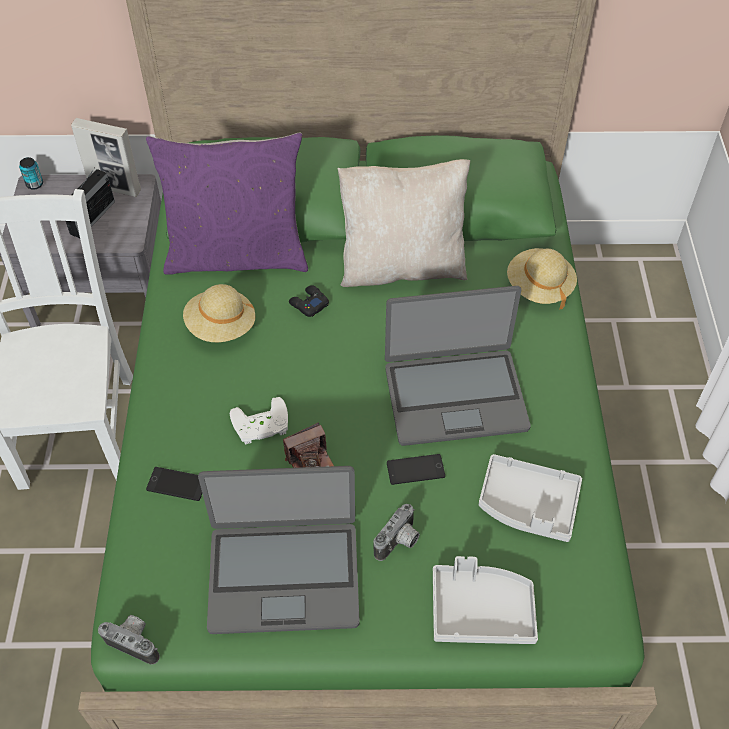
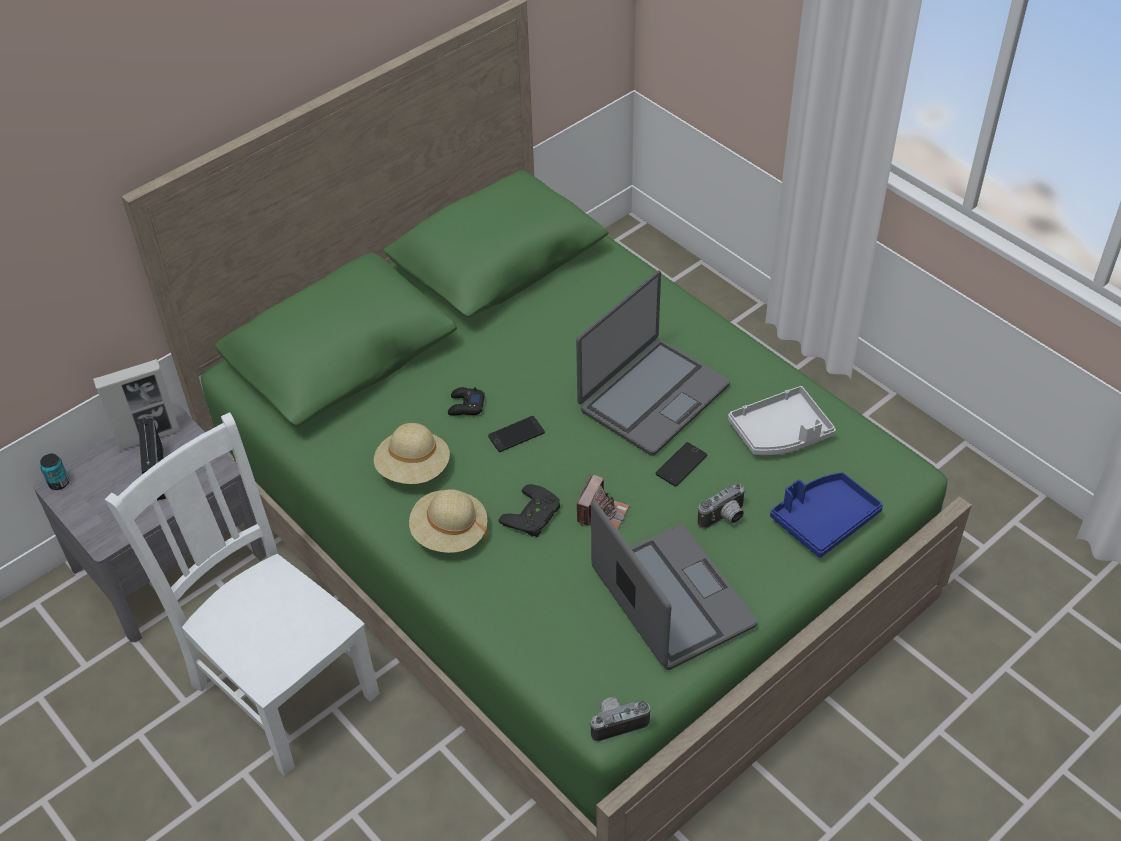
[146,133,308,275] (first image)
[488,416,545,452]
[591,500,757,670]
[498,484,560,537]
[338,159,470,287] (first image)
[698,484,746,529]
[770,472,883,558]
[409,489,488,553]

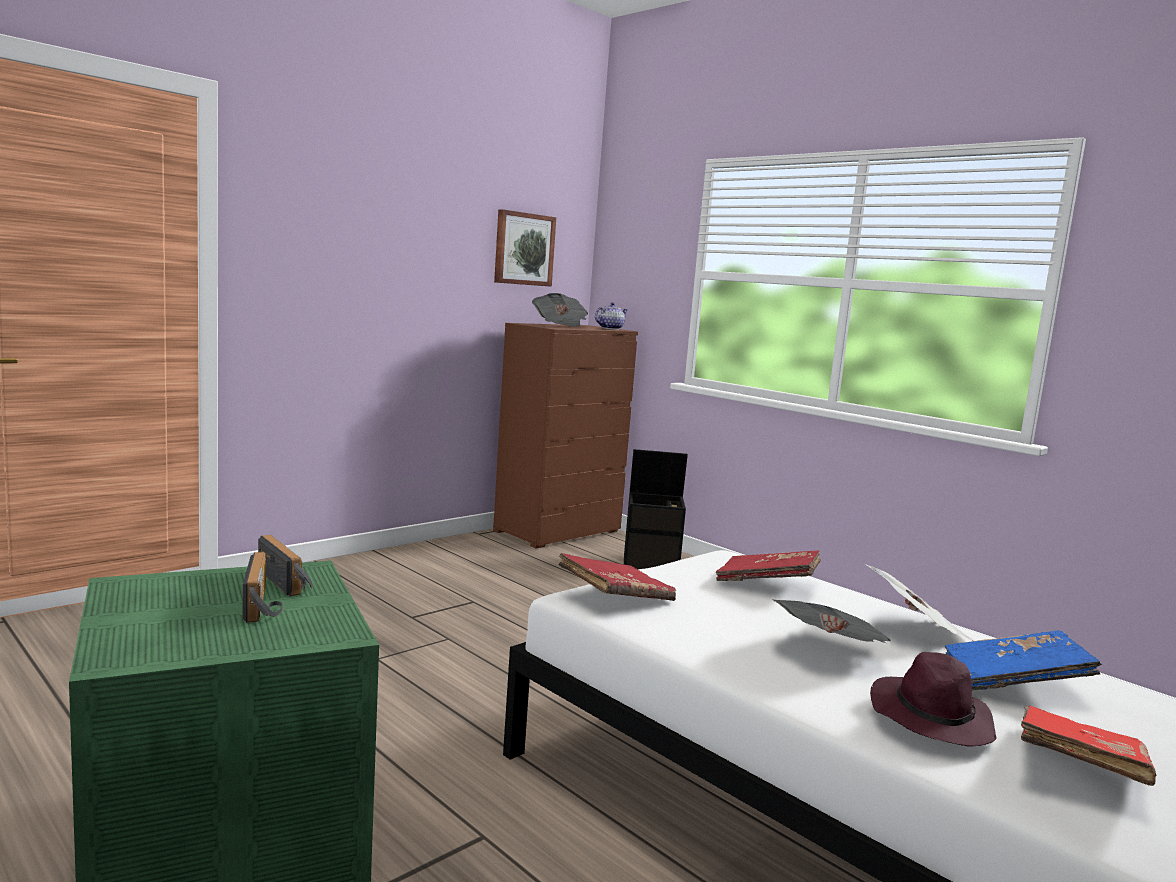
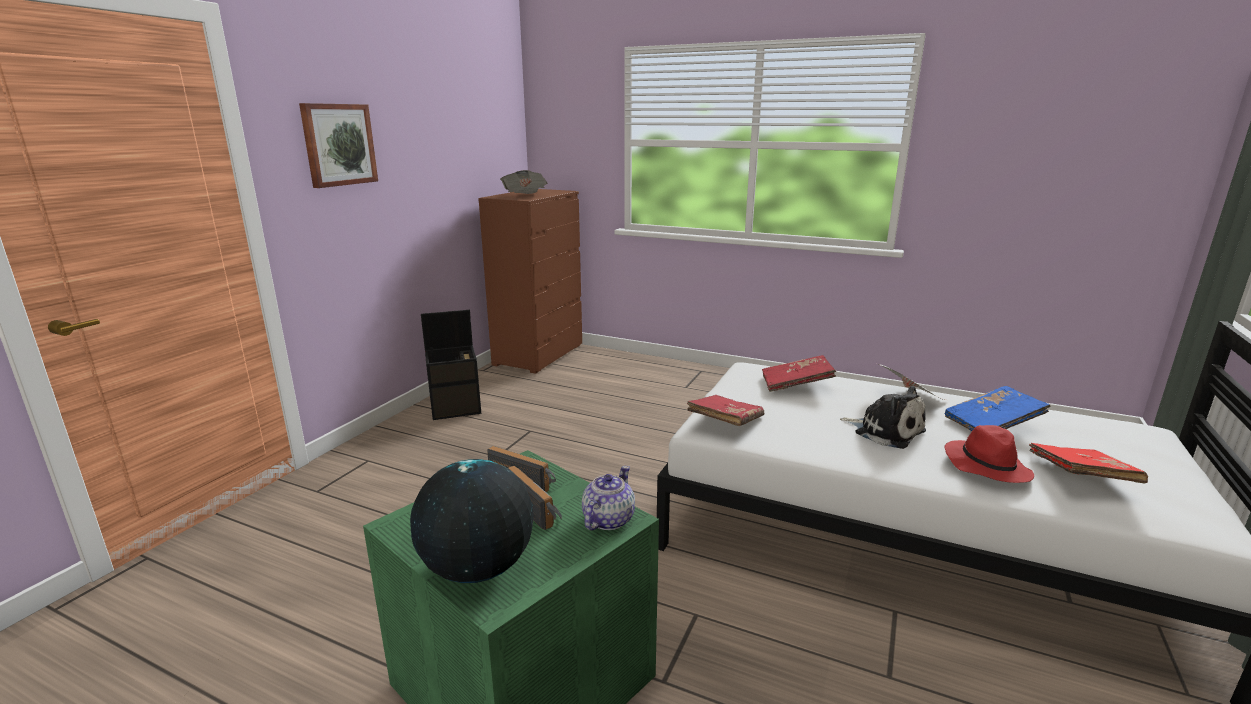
[299,103,378,188]
[582,466,635,531]
[421,310,481,420]
[840,386,926,449]
[945,425,1034,483]
[410,459,534,583]

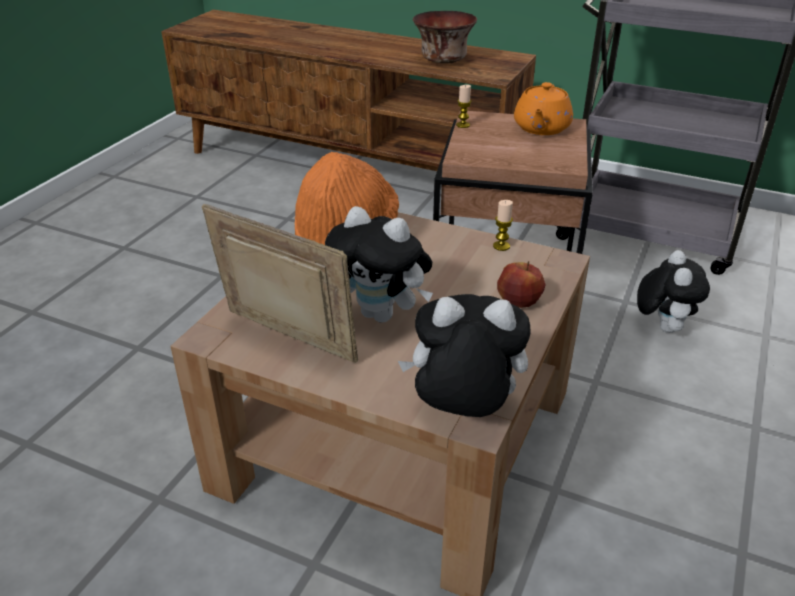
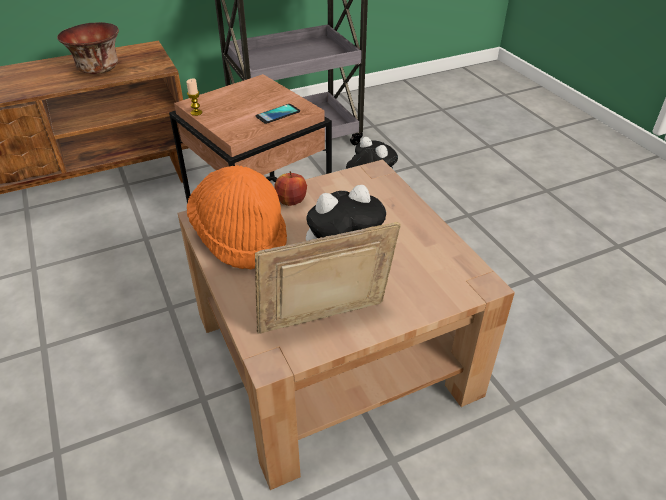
[398,294,530,417] (first image)
[493,200,513,251] (first image)
[274,171,307,206]
[514,82,573,135] (first image)
[256,104,300,124]

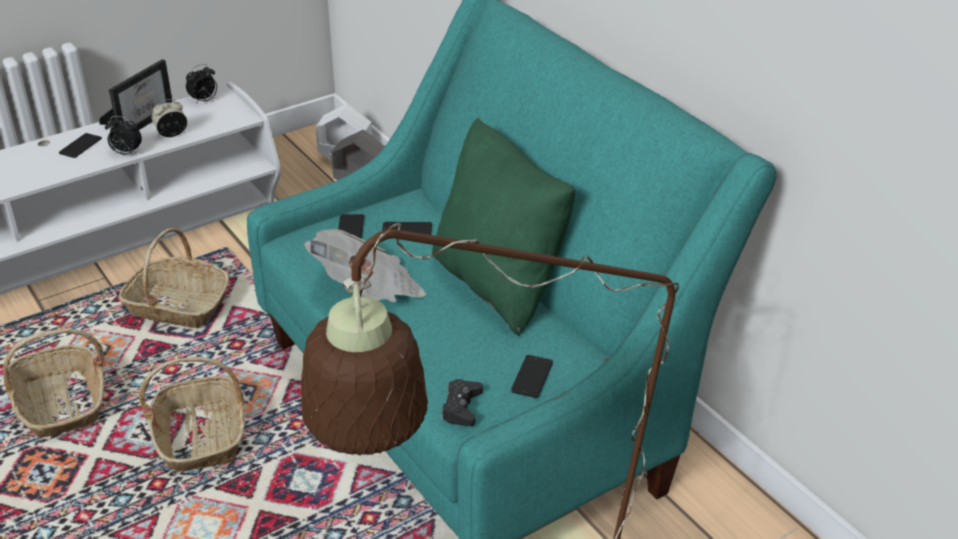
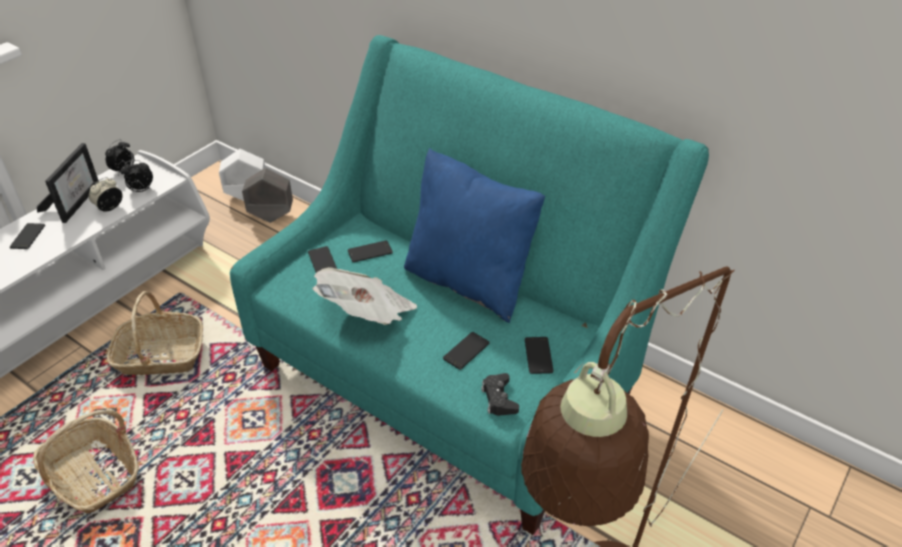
[121,160,153,193]
[139,357,245,472] (first image)
[404,148,545,323]
[443,332,490,370]

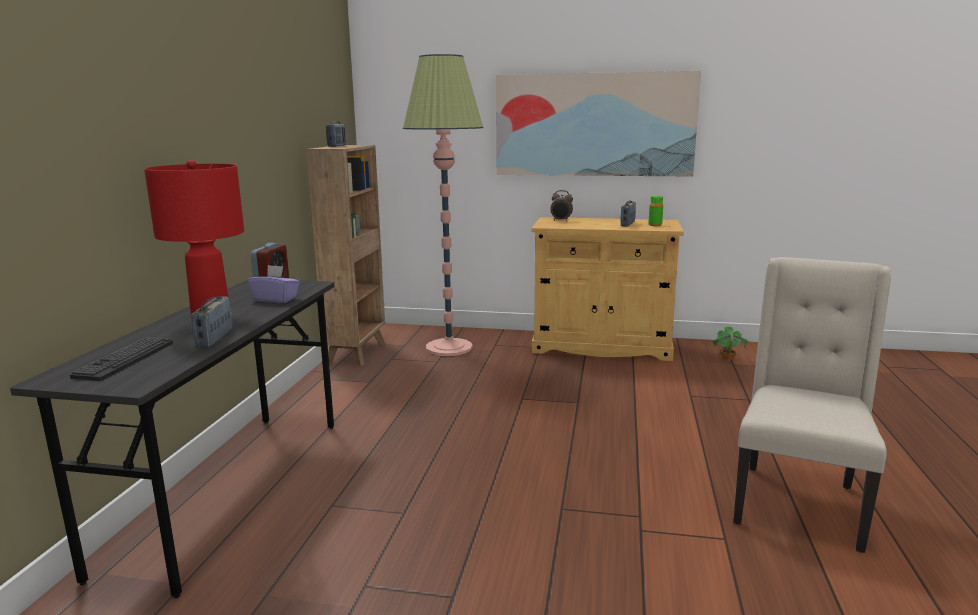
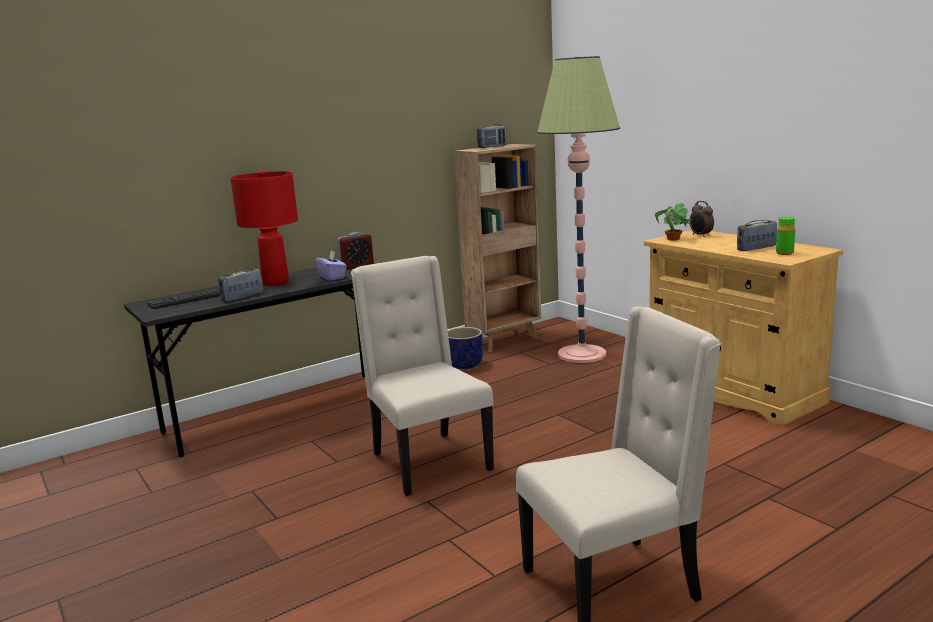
[496,71,701,177] (first image)
[655,203,692,240]
[351,256,494,496]
[448,327,483,369]

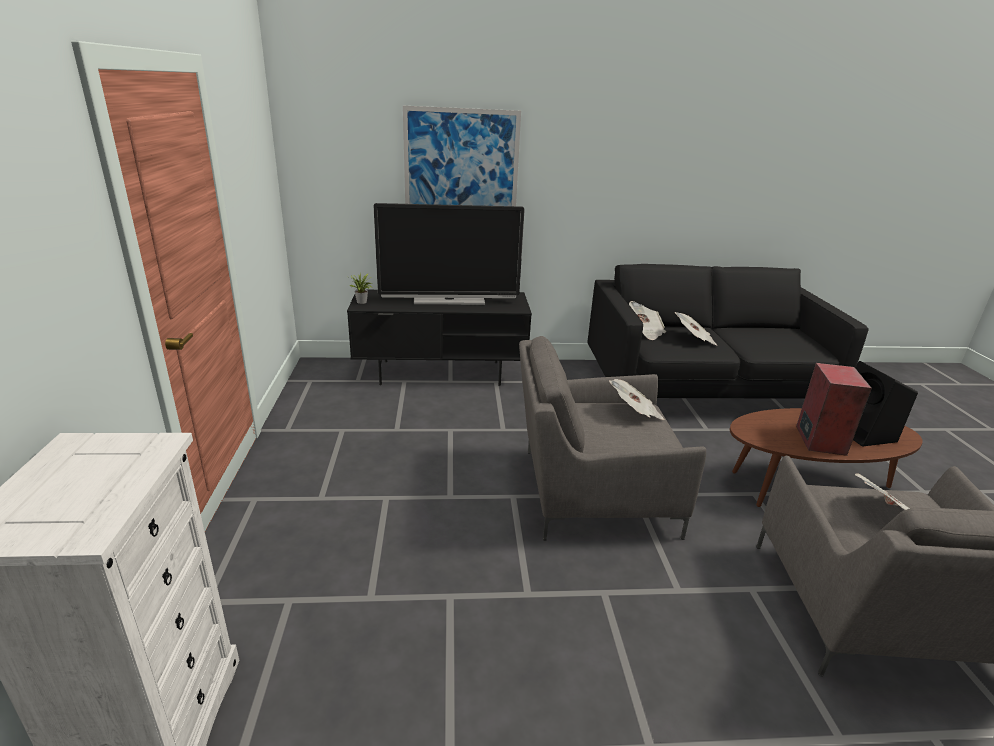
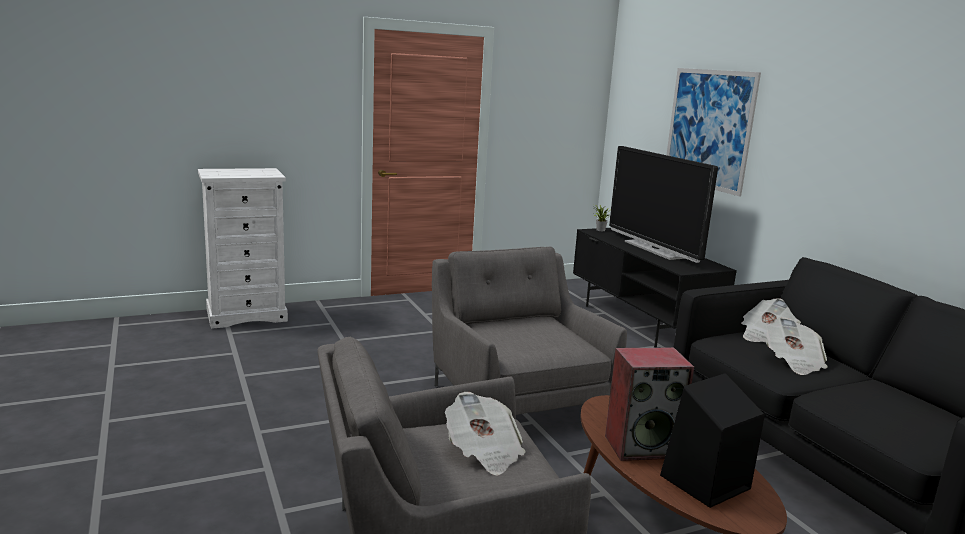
[609,379,664,420] (first image)

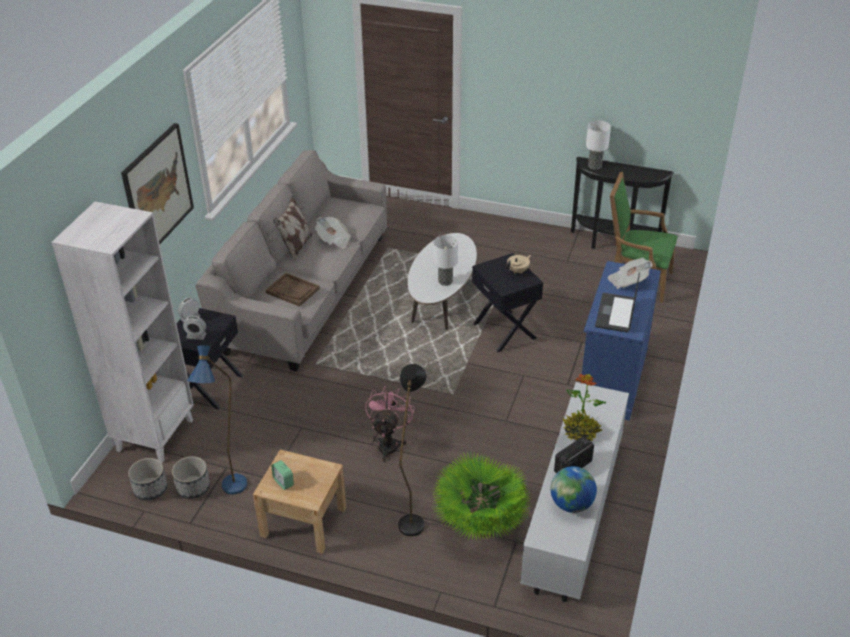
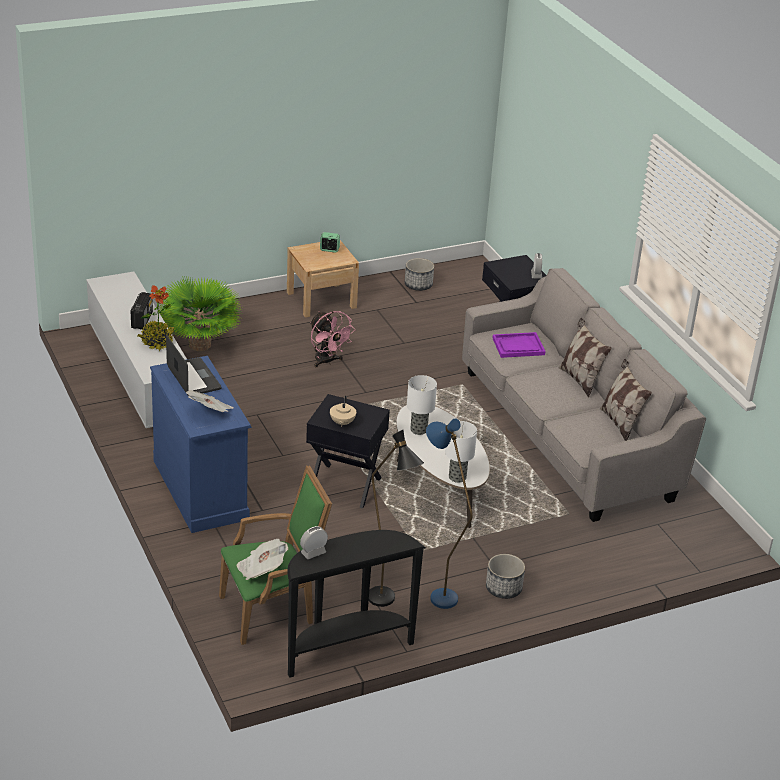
[51,202,194,463] (first image)
[121,123,194,244] (first image)
[486,554,525,599]
[300,526,328,559]
[426,419,473,609]
[492,332,546,358]
[236,539,288,580]
[369,430,424,607]
[551,466,597,513] (first image)
[445,421,477,483]
[600,359,652,441]

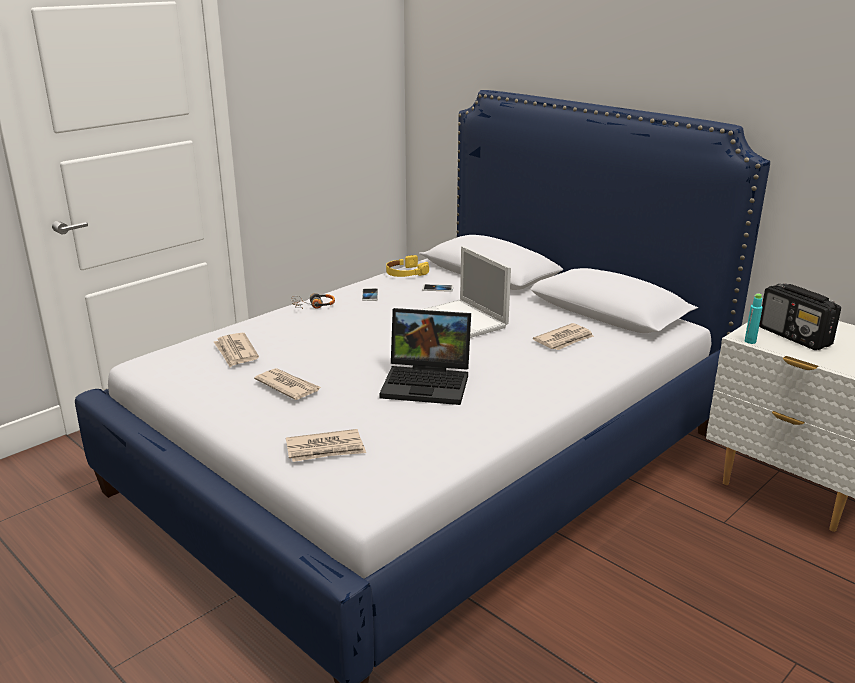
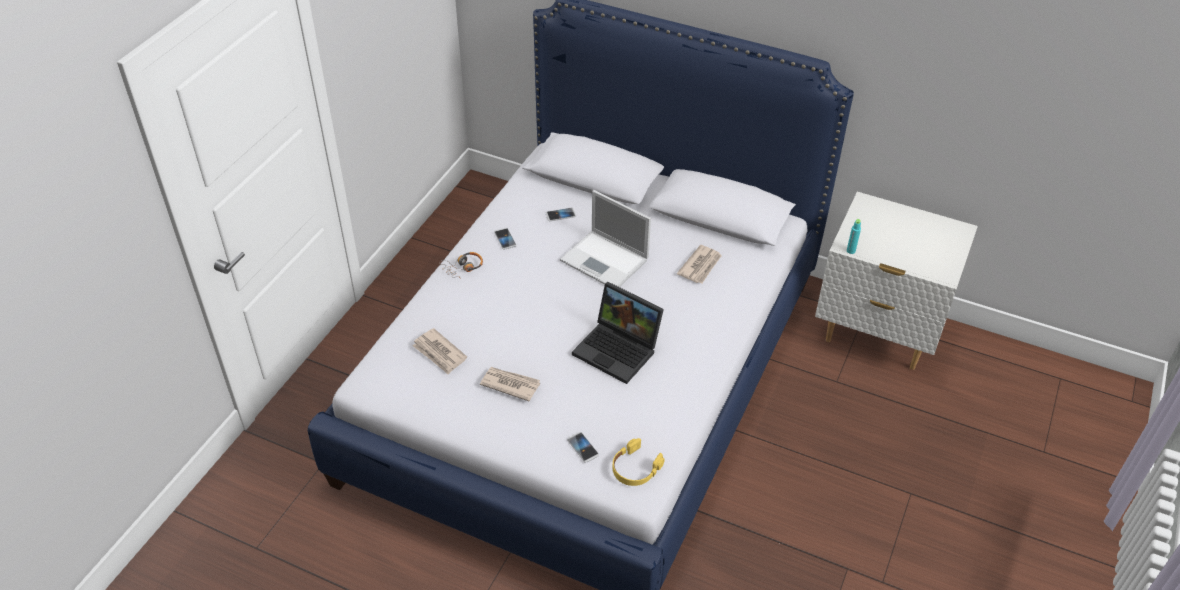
[567,432,599,463]
[572,282,664,384]
[612,438,665,486]
[759,283,841,350] (first image)

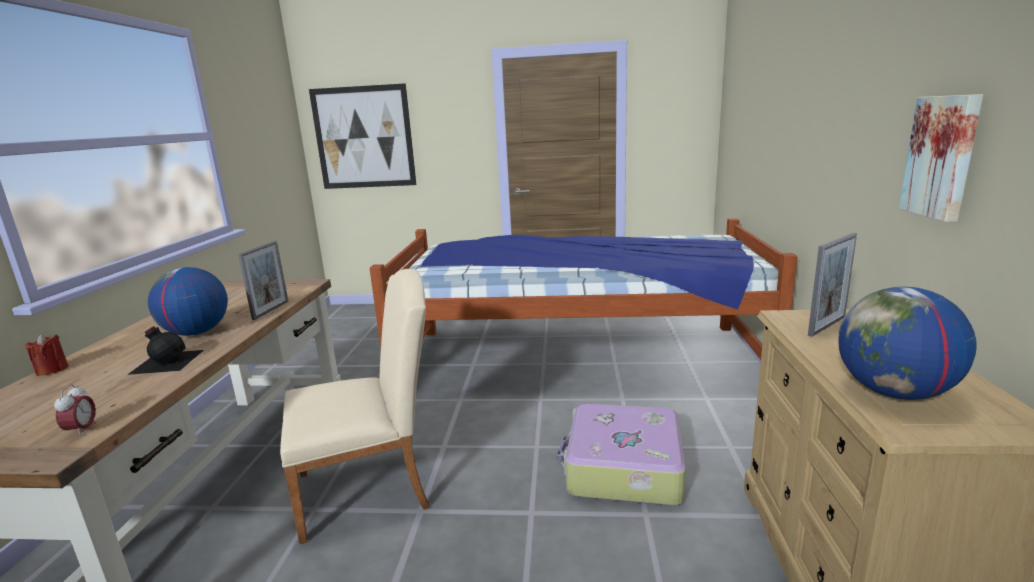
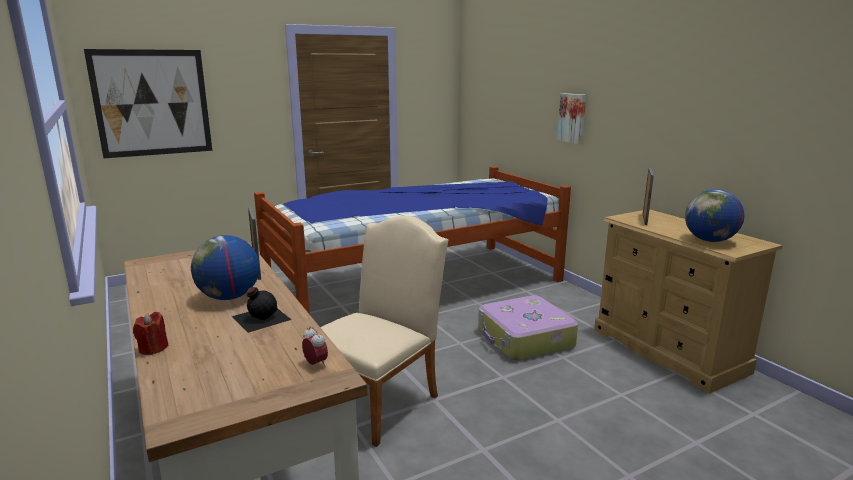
[557,93,586,144]

